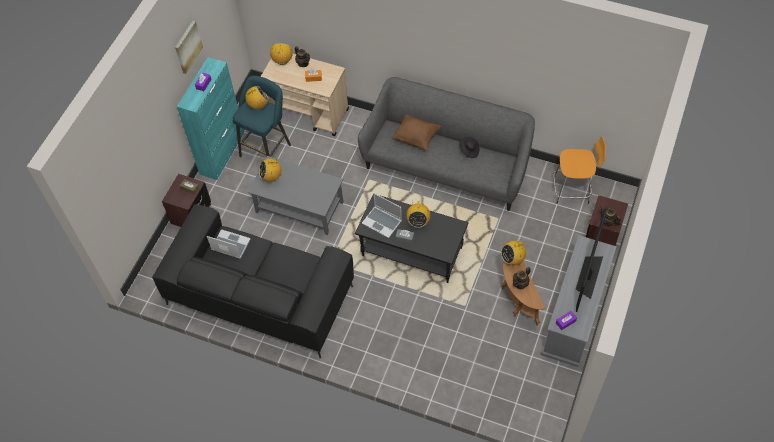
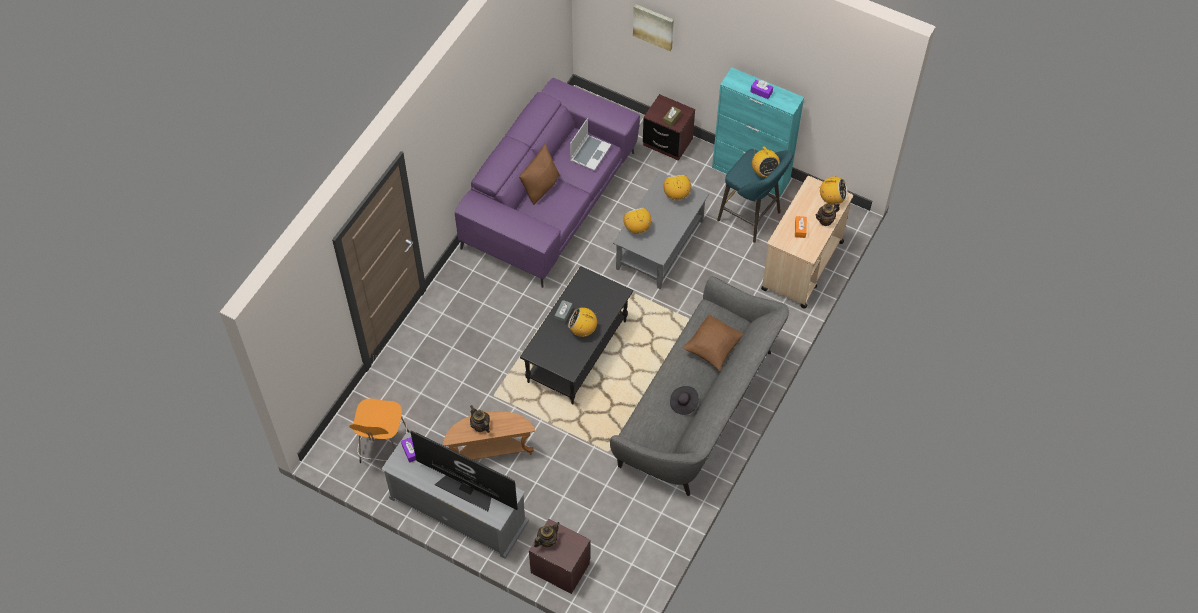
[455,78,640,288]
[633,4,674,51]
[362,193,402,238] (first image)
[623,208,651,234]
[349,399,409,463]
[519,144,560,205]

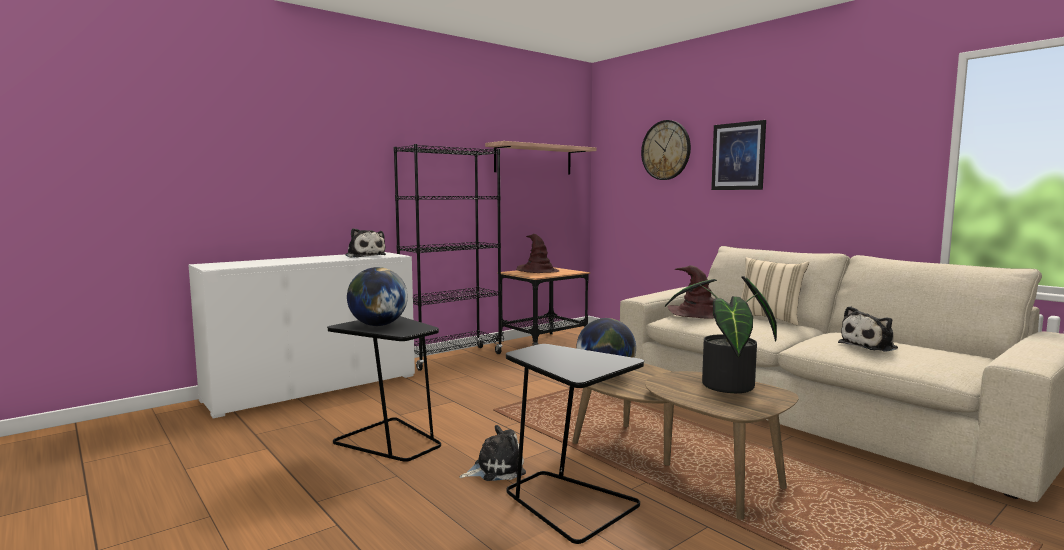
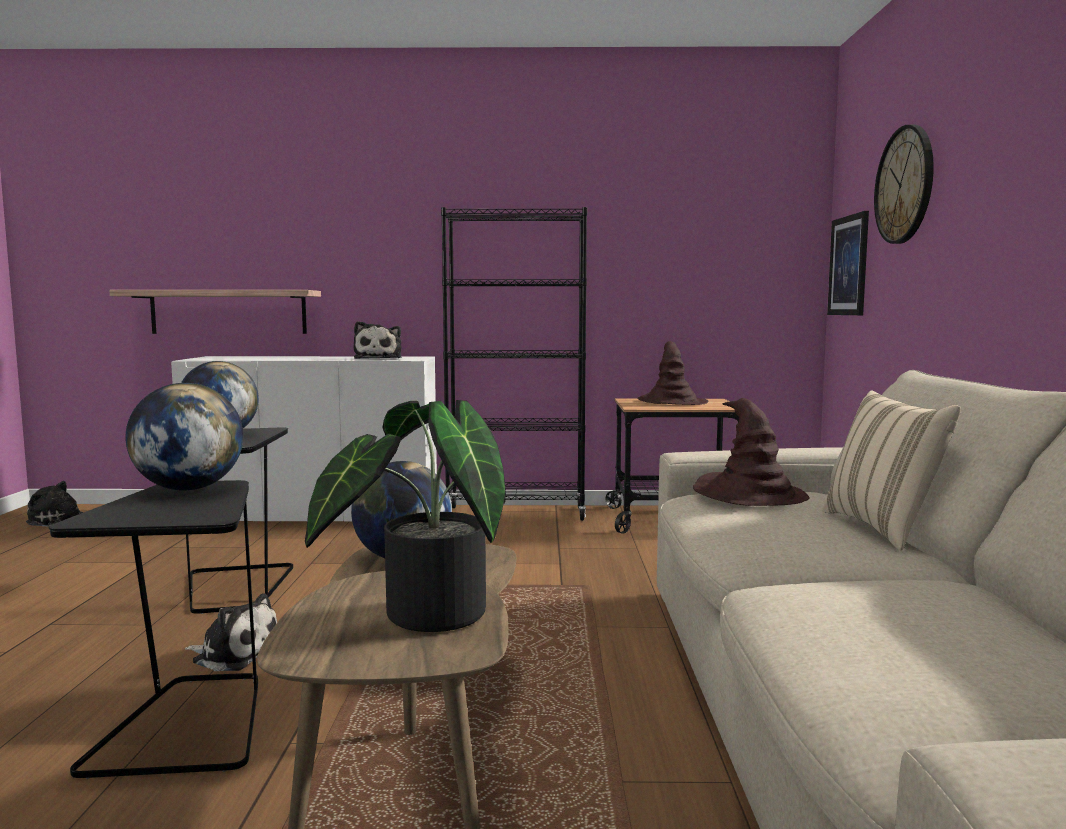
[110,290,321,334]
[827,211,869,315]
[26,481,84,527]
[126,383,243,490]

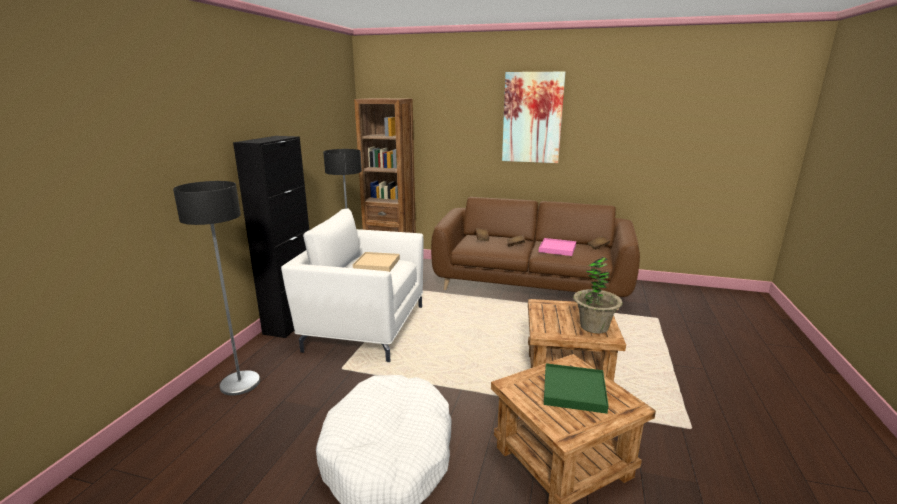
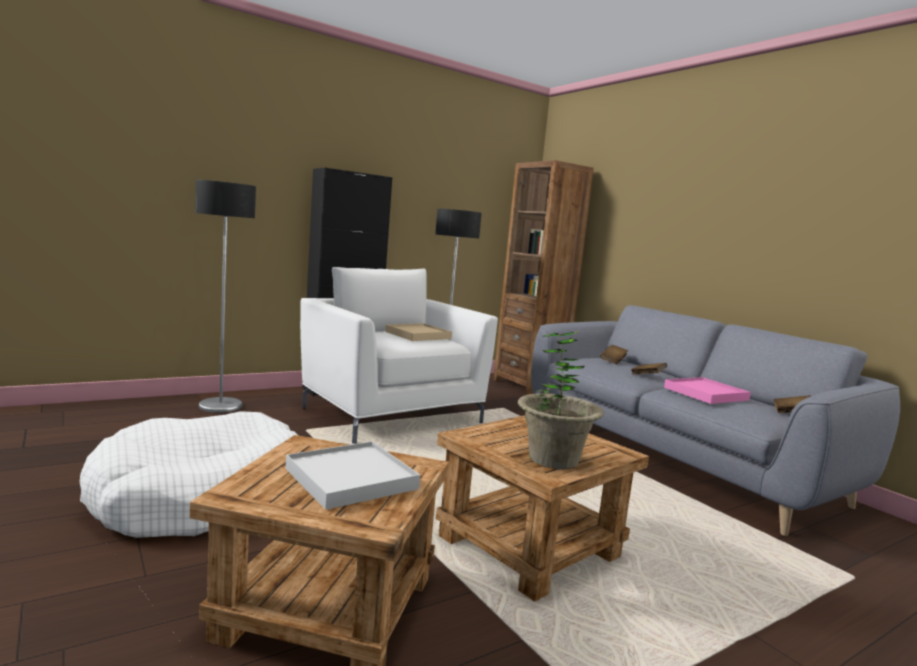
[531,305,900,536]
[502,72,566,163] (first image)
[286,441,420,510]

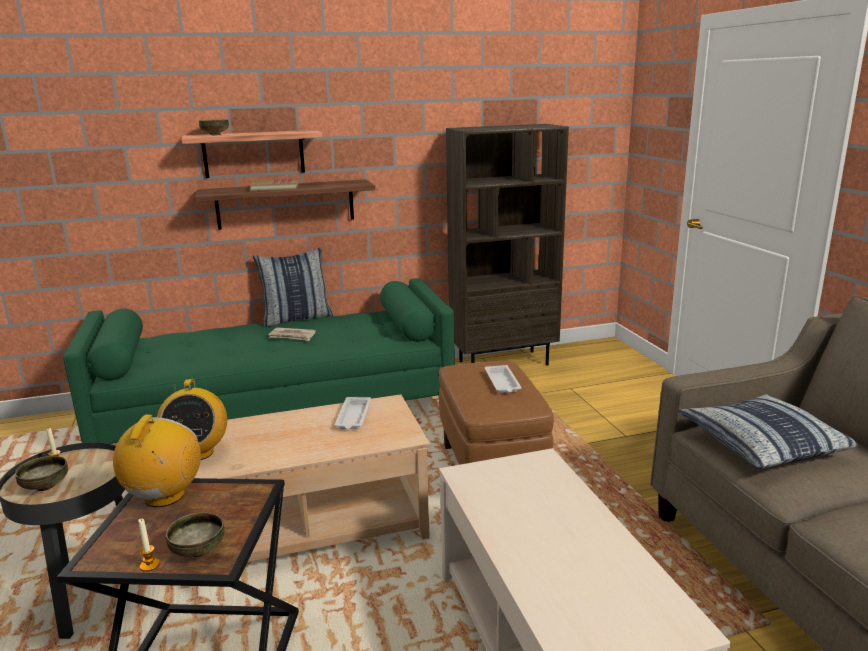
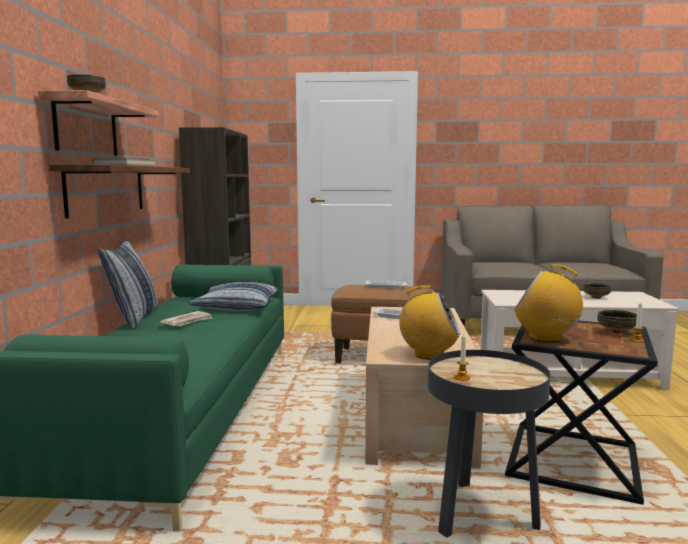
[583,283,611,299]
[188,282,278,311]

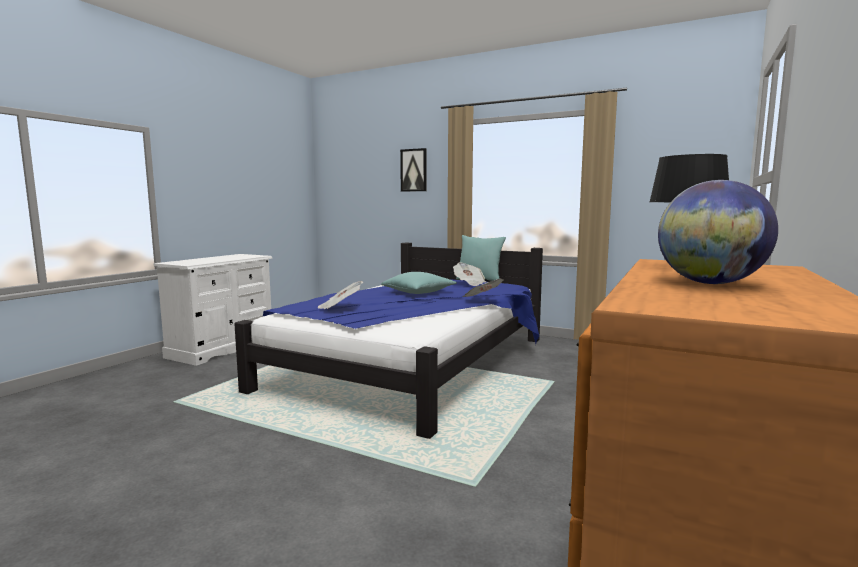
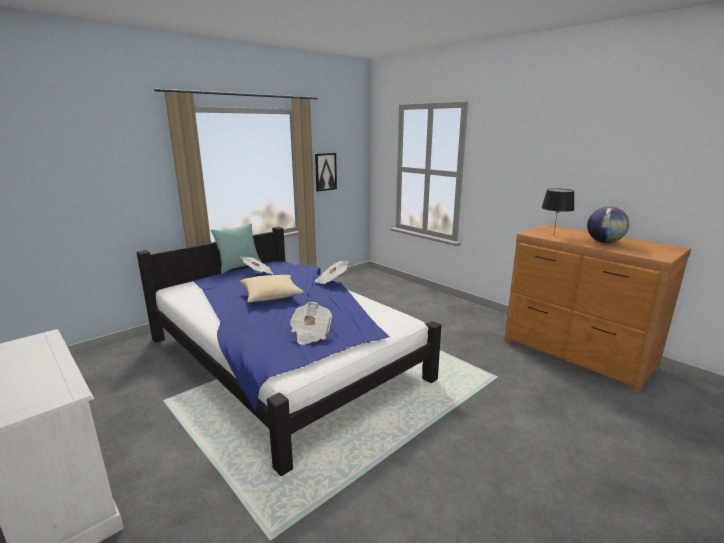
[240,275,303,303]
[315,153,337,191]

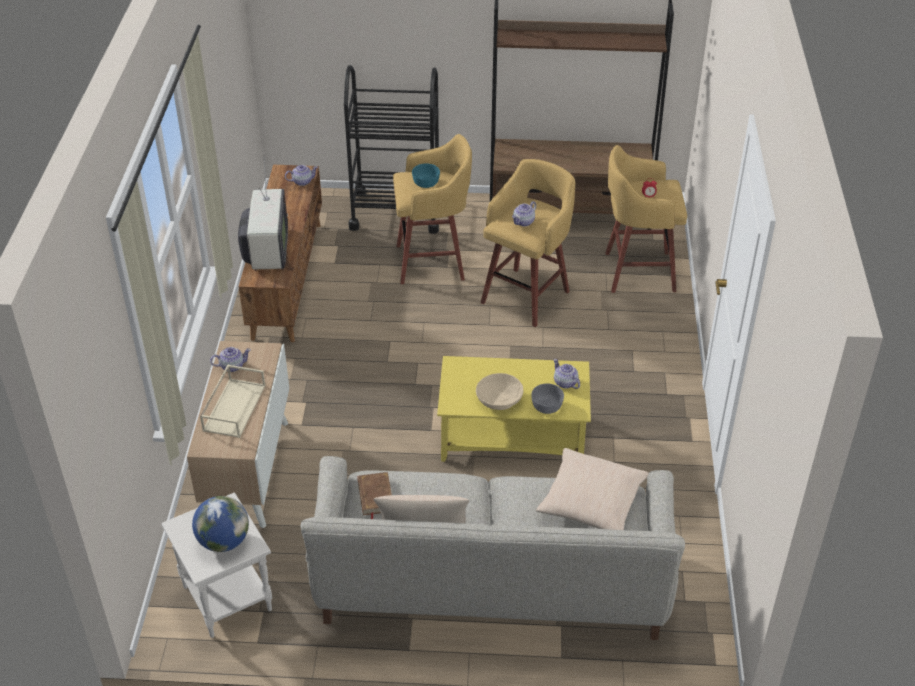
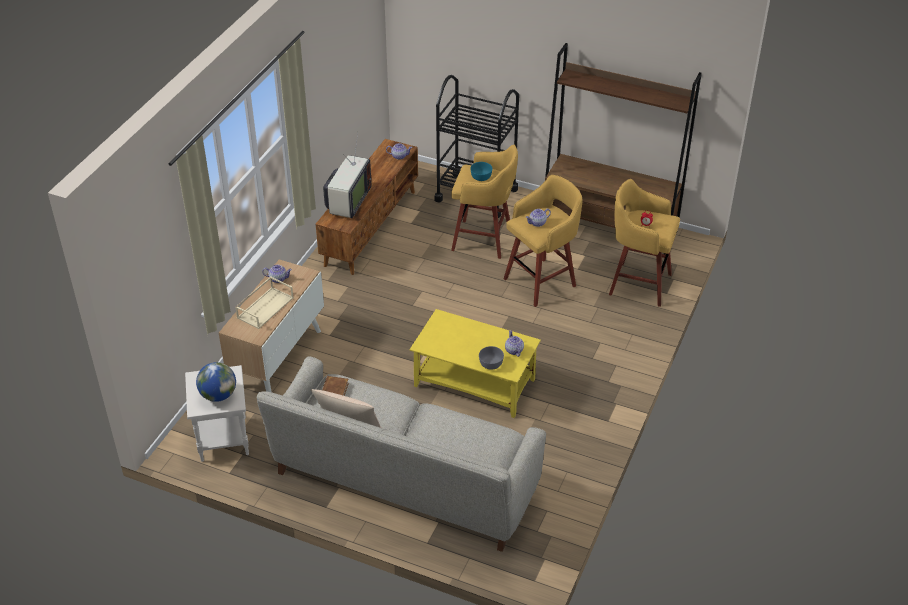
[476,373,524,410] (first image)
[536,448,648,530] (first image)

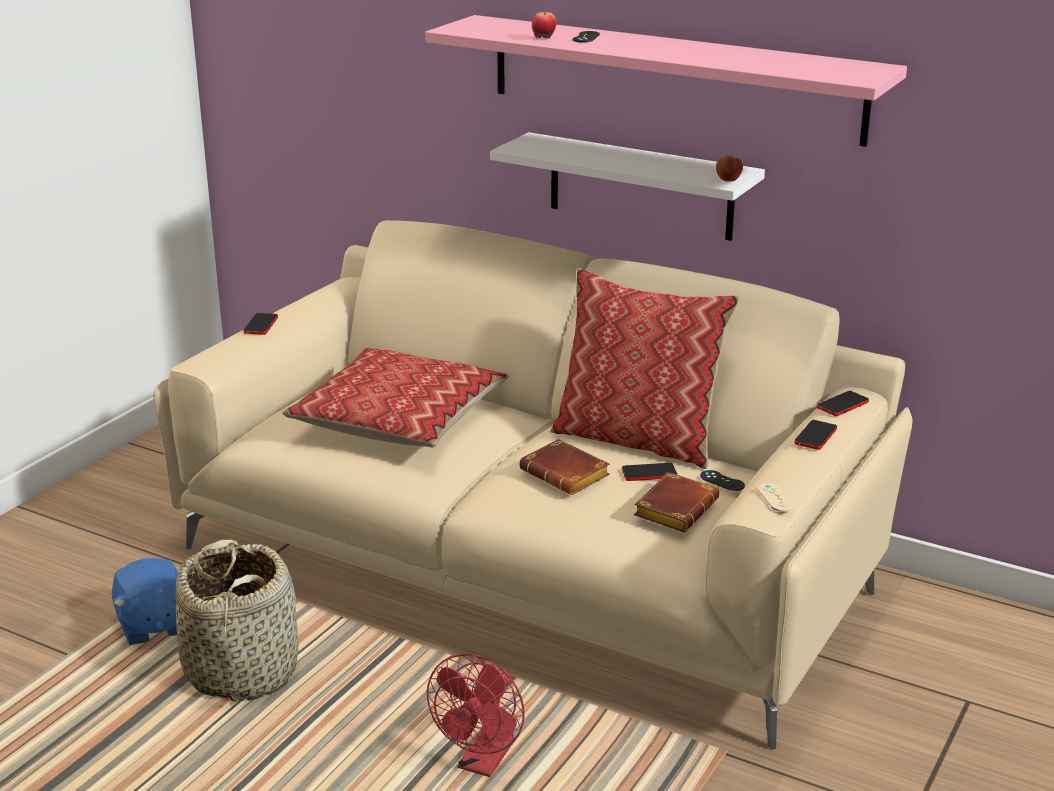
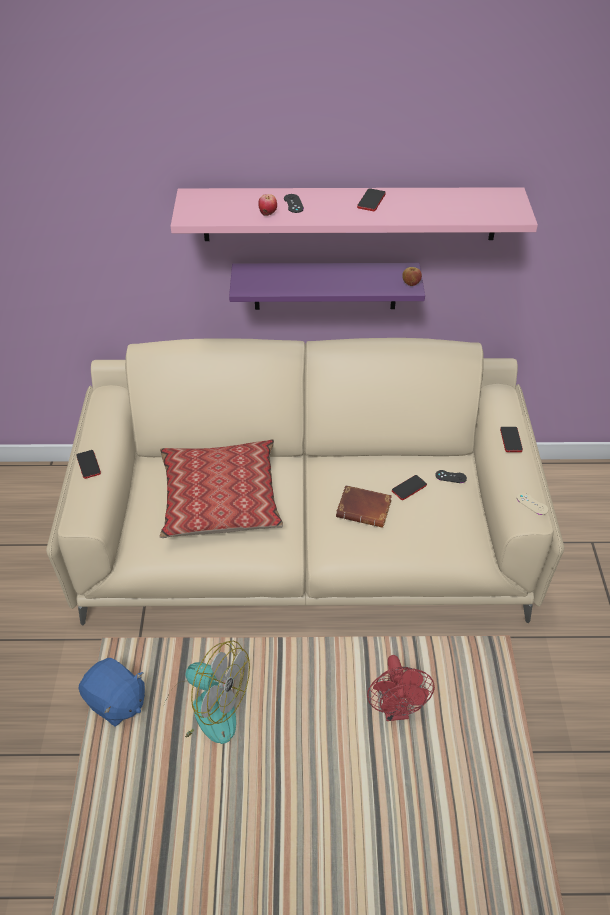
[164,641,250,744]
[229,263,425,310]
[550,268,740,469] (first image)
[634,472,719,532] (first image)
[357,188,386,211]

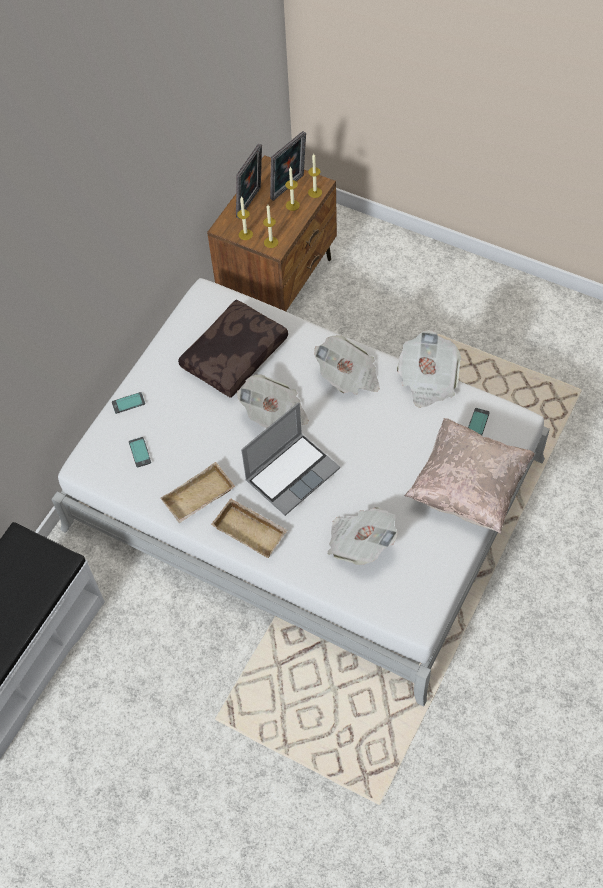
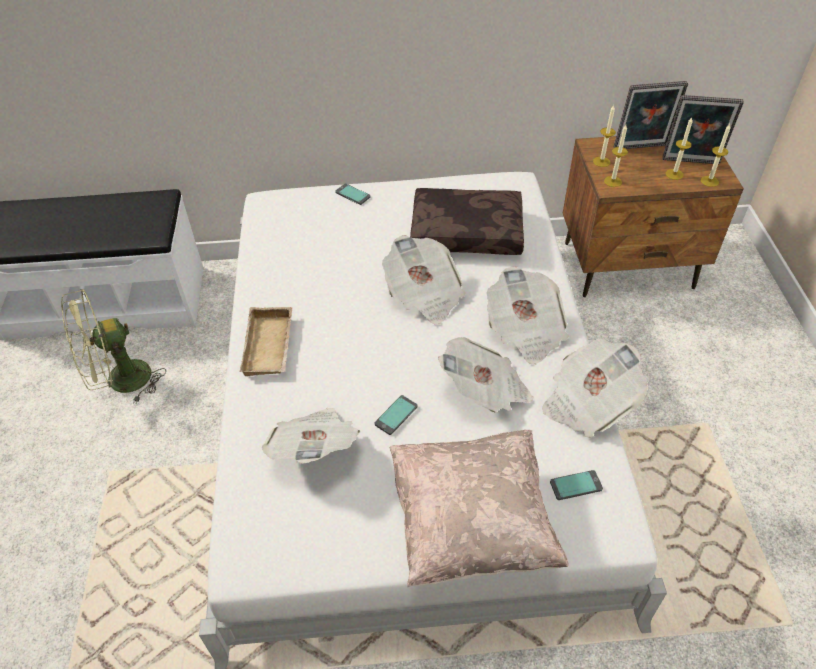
[375,395,417,435]
[161,462,235,523] (first image)
[241,402,340,516] (first image)
[61,289,166,404]
[438,337,533,412]

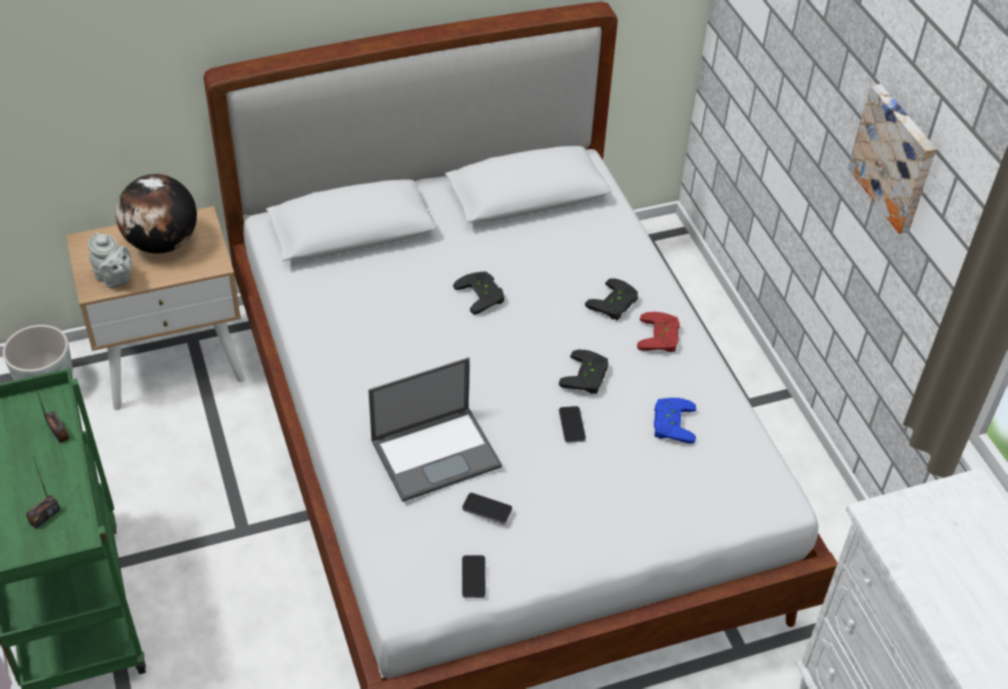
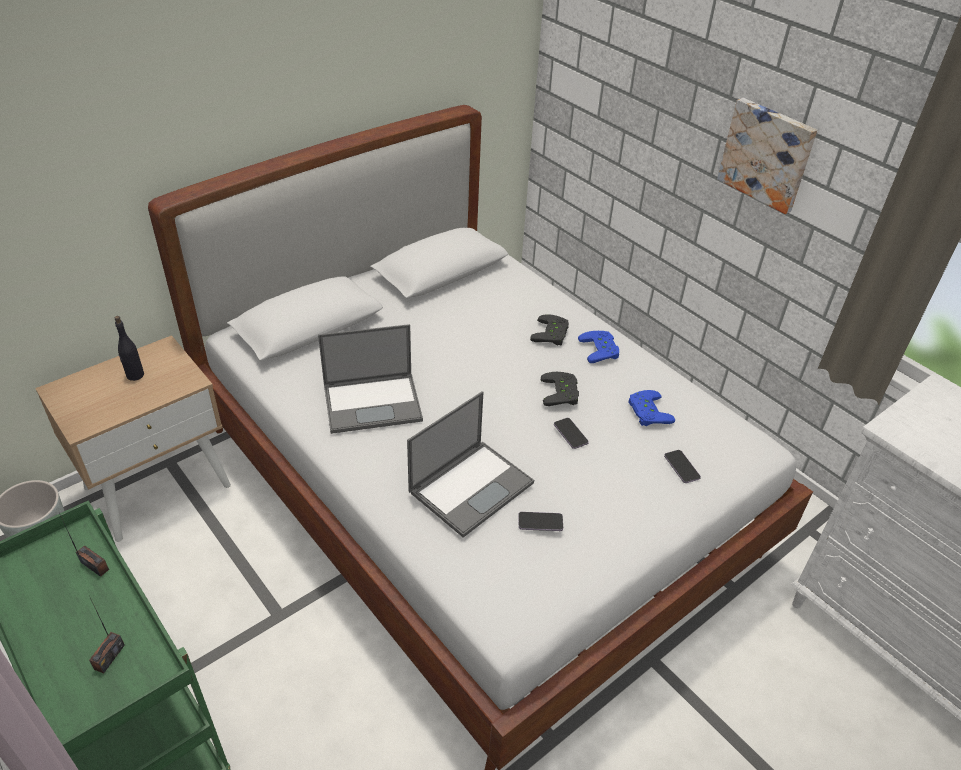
[88,232,132,288] (first image)
[114,316,144,381]
[453,271,504,315] (first image)
[664,450,701,483]
[578,331,619,363]
[318,324,423,434]

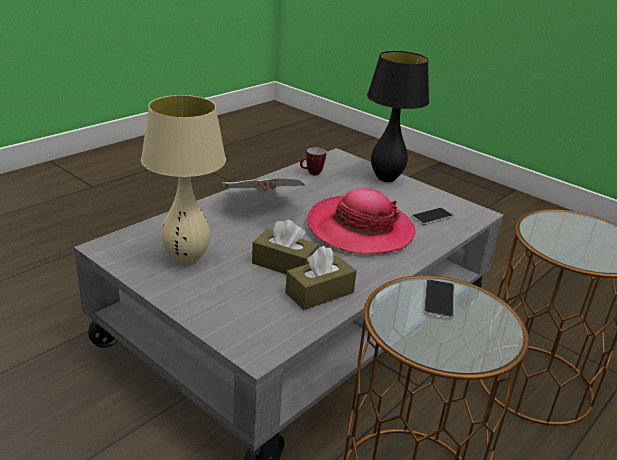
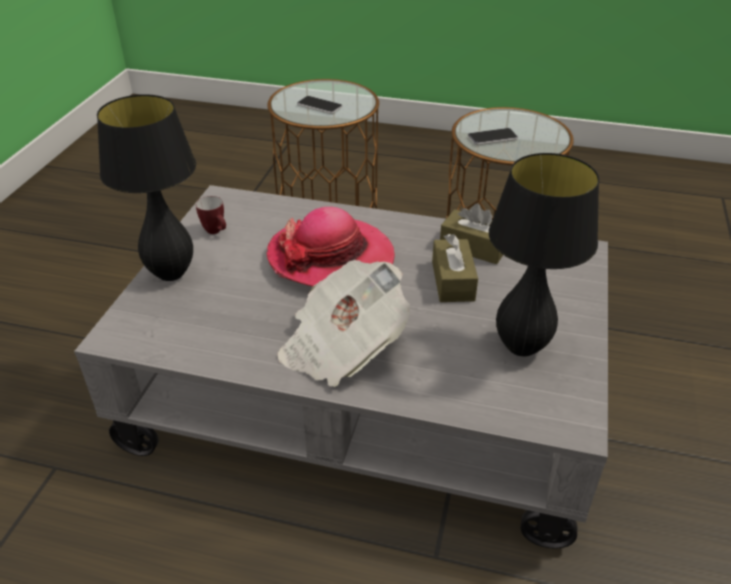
[489,153,599,357]
[196,196,226,234]
[297,96,342,114]

